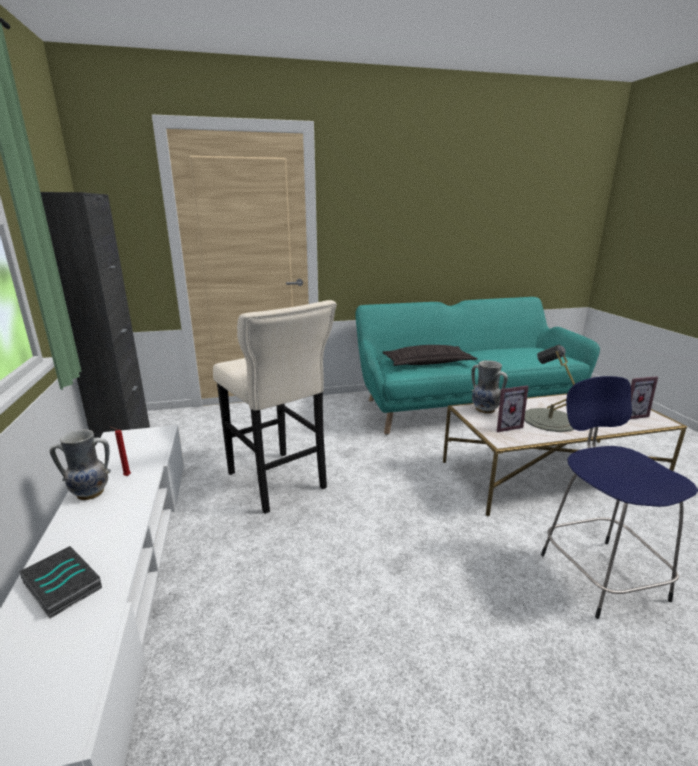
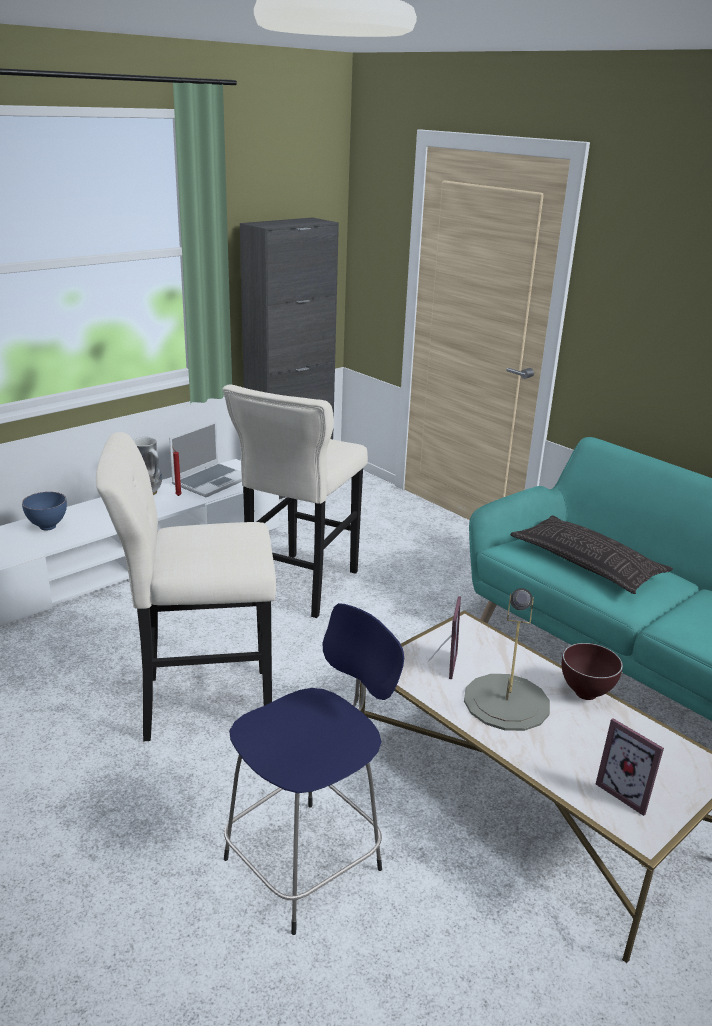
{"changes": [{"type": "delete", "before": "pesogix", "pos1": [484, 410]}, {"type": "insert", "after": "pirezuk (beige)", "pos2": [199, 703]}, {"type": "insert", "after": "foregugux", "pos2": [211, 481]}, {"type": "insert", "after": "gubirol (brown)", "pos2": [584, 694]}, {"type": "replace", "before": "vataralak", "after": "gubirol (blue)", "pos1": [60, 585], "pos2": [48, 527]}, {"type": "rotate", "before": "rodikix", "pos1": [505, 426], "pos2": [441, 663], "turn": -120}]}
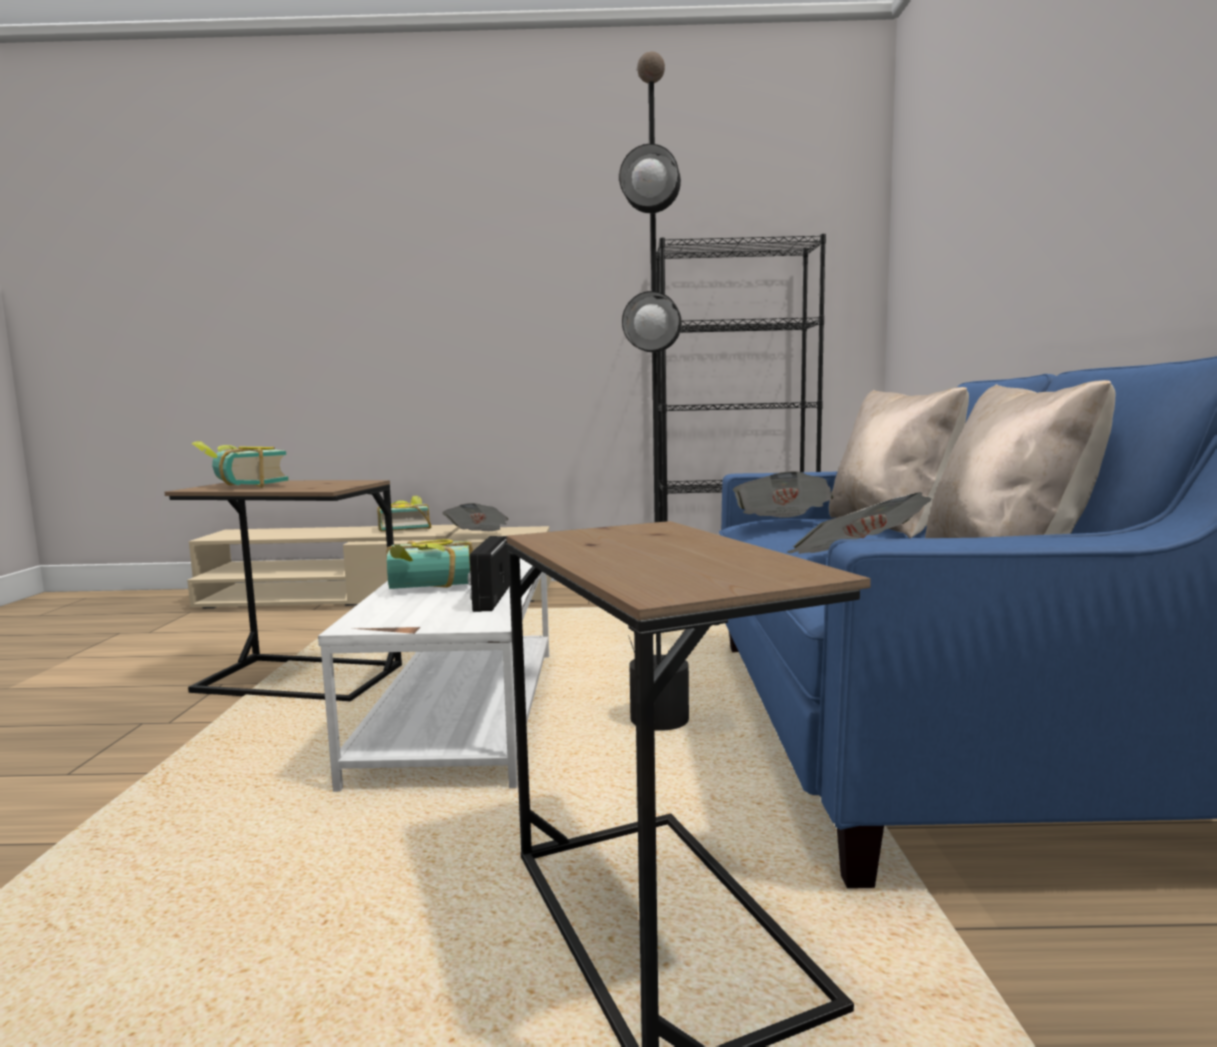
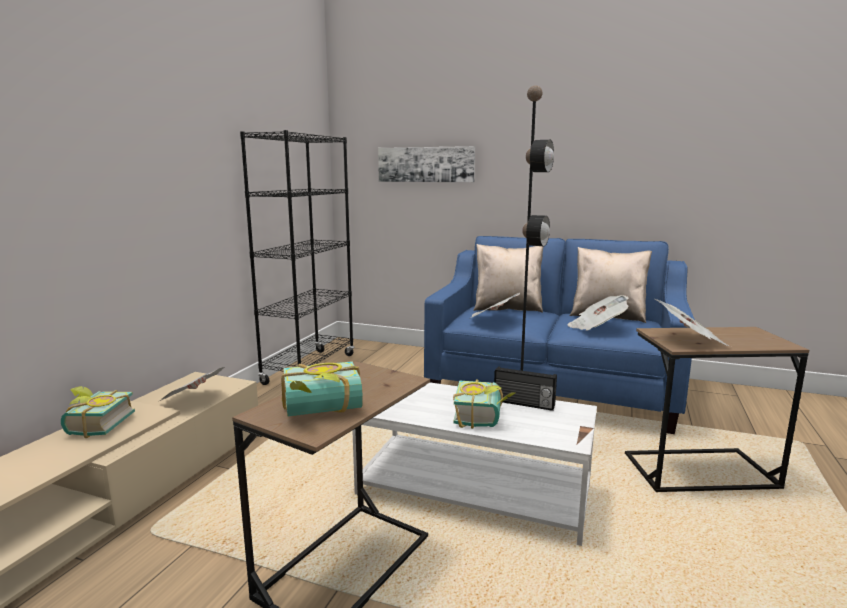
{"changes": [{"type": "insert", "after": "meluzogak", "pos2": [426, 164]}, {"type": "insert", "after": "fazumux", "pos2": [689, 340]}]}
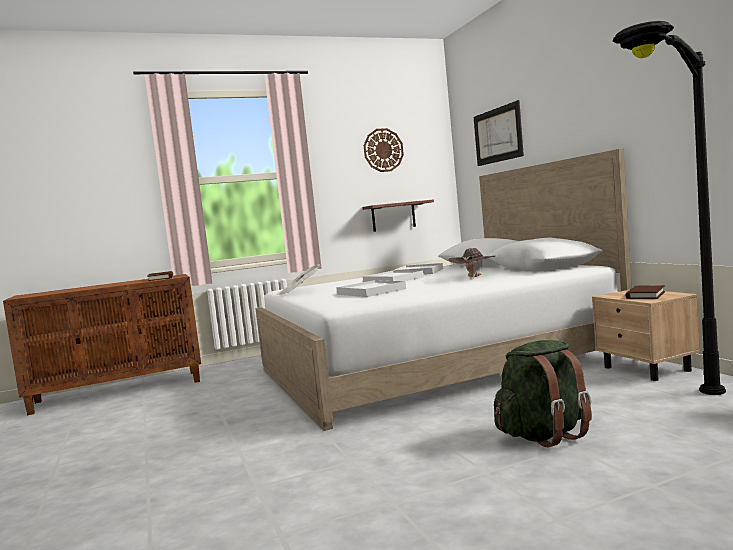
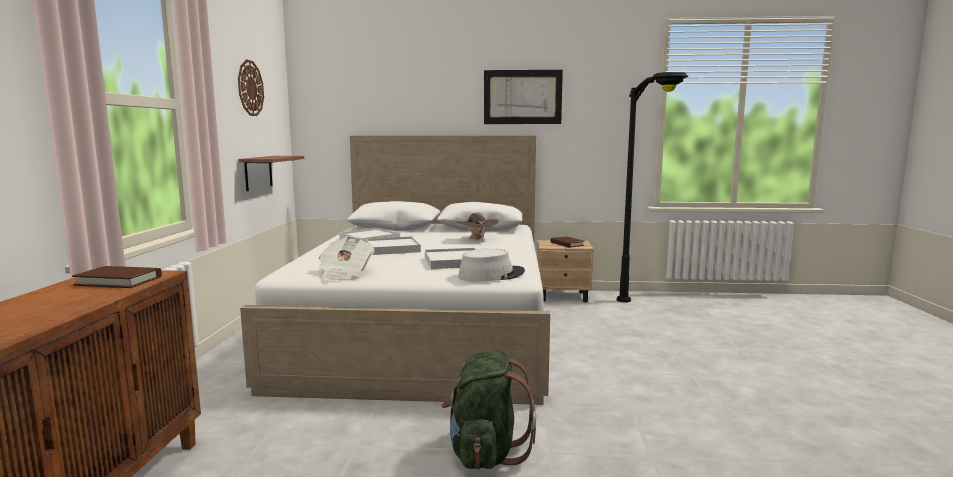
{"changes": [{"type": "insert", "after": "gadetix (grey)", "pos2": [491, 275]}, {"type": "move", "before": "meluzogak", "pos1": [497, 135], "pos2": [522, 97]}, {"type": "move", "before": "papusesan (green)", "pos1": [545, 435], "pos2": [485, 453]}]}
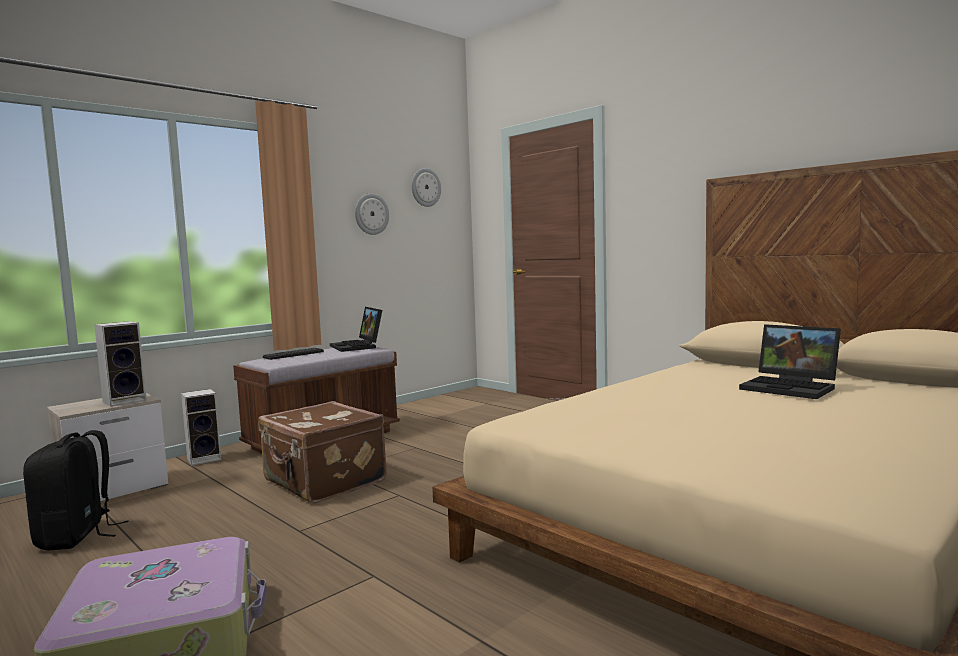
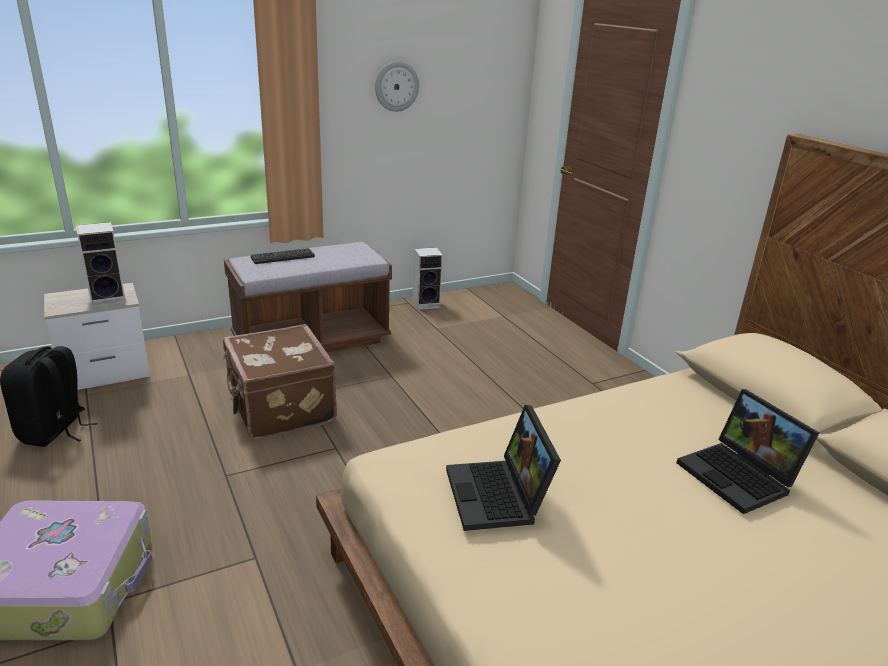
{"changes": [{"type": "delete", "before": "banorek", "pos1": [425, 187]}, {"type": "move", "before": "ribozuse", "pos1": [205, 459], "pos2": [427, 304]}, {"type": "move", "before": "foregugux", "pos1": [358, 346], "pos2": [499, 496]}]}
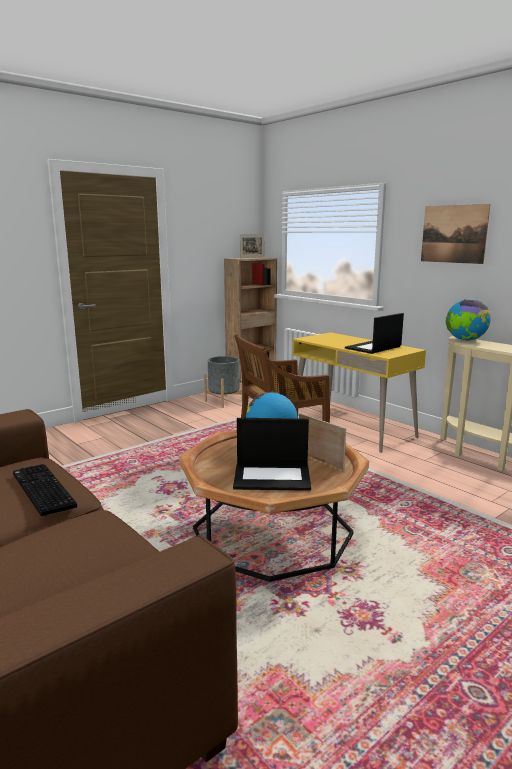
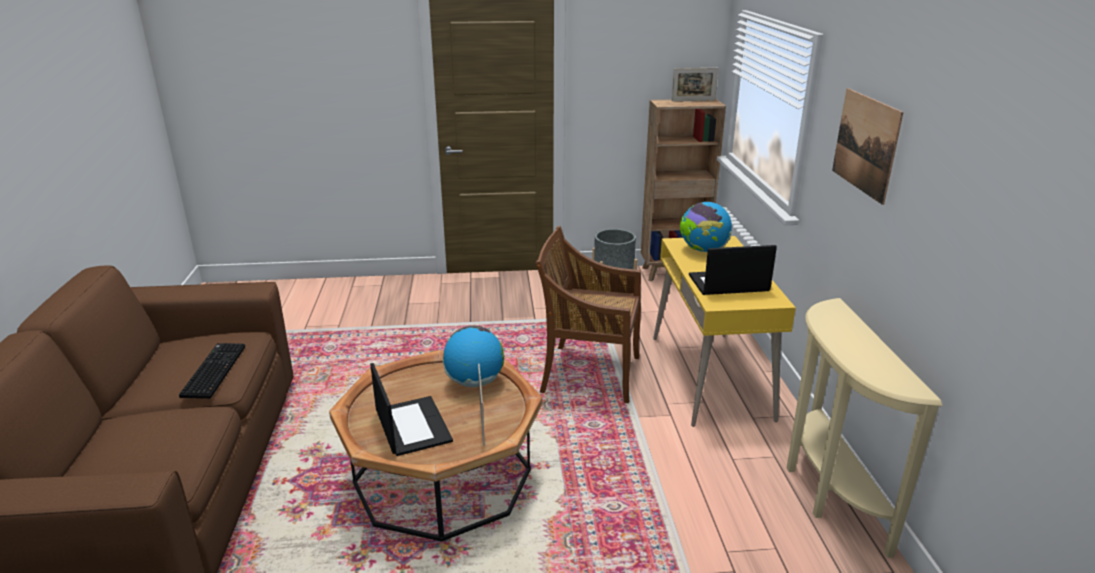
{"changes": [{"type": "move", "before": "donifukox", "pos1": [465, 340], "pos2": [703, 250]}, {"type": "rotate", "before": "foregugux", "pos1": [273, 477], "pos2": [411, 425], "turn": -150}]}
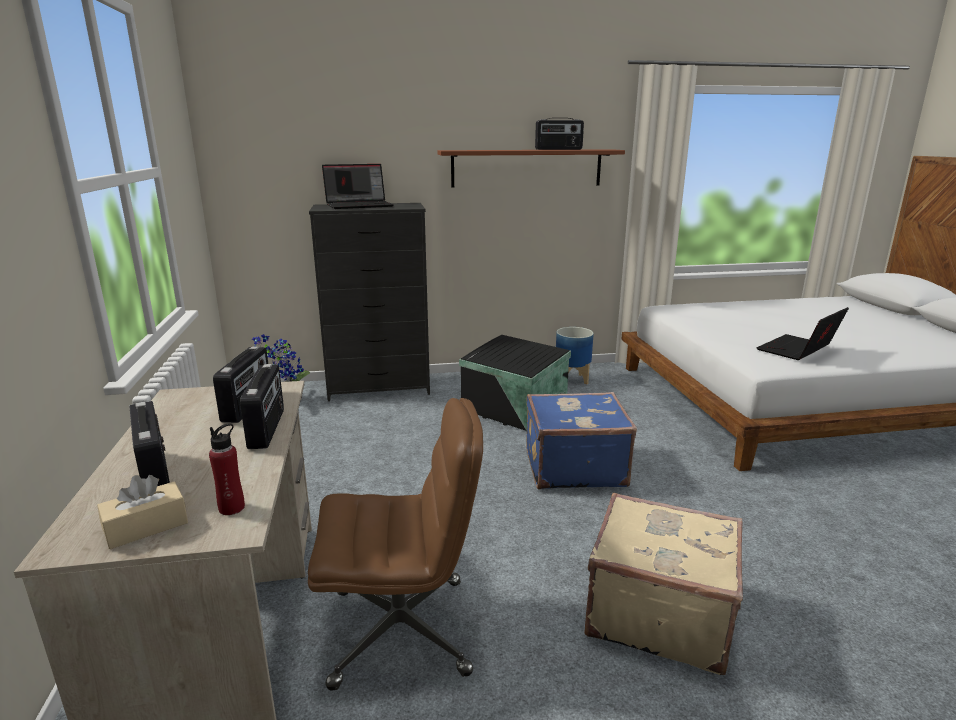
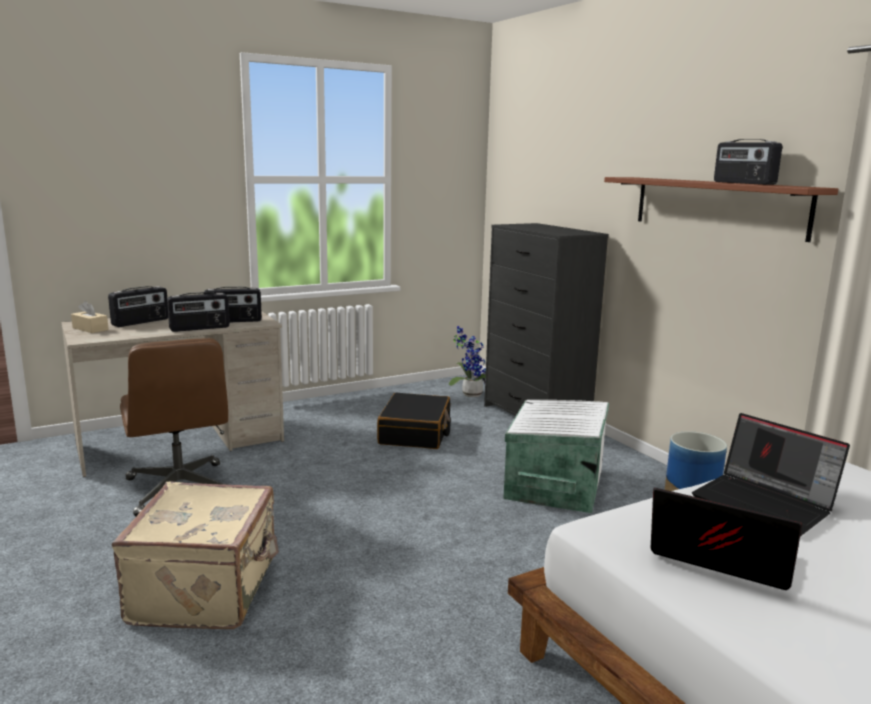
{"changes": [{"type": "delete", "before": "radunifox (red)", "pos1": [232, 508]}, {"type": "delete", "before": "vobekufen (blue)", "pos1": [573, 467]}, {"type": "insert", "after": "vobekufen (black)", "pos2": [415, 433]}, {"type": "move", "before": "foregugux", "pos1": [360, 205], "pos2": [765, 503]}, {"type": "recolor", "before": "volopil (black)", "after": "volopil (white)", "pos1": [514, 410], "pos2": [552, 484]}]}
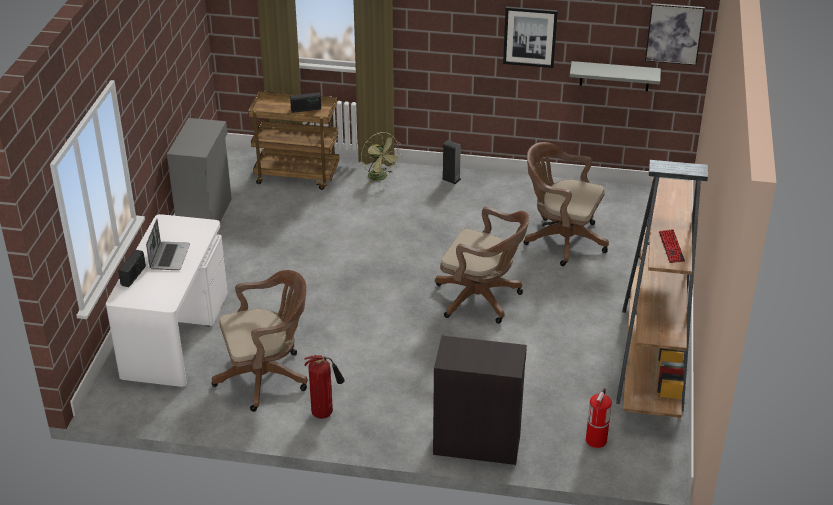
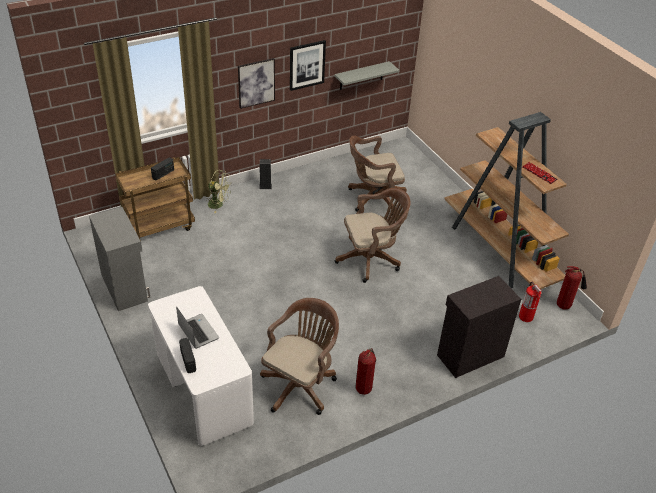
{"changes": [{"type": "insert", "after": "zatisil", "pos2": [565, 305]}, {"type": "move", "before": "meluzogak", "pos1": [674, 33], "pos2": [256, 83]}]}
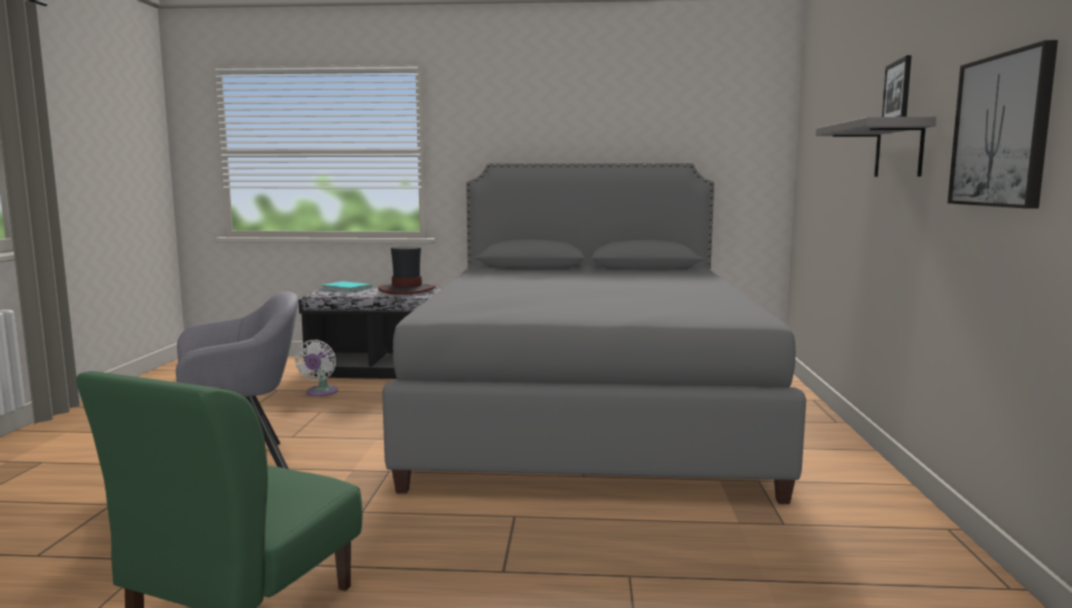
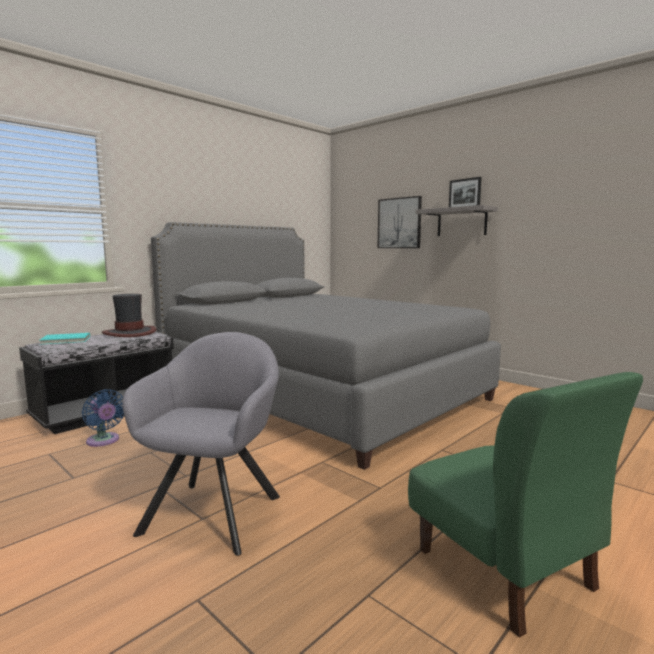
{"changes": [{"type": "move", "before": "meluzogak", "pos1": [1002, 131], "pos2": [399, 223]}, {"type": "recolor", "before": "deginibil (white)", "after": "deginibil (blue)", "pos1": [320, 393], "pos2": [104, 441]}]}
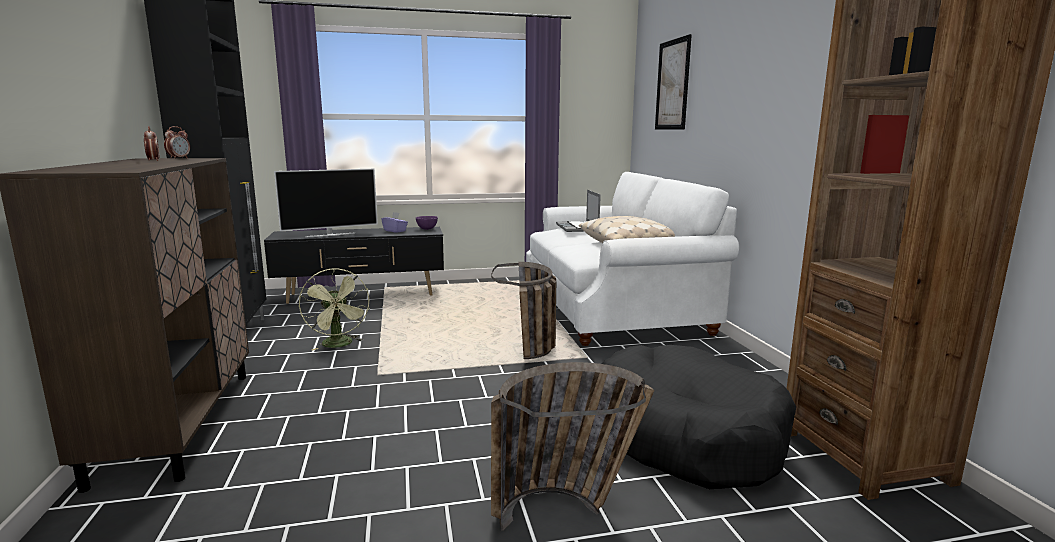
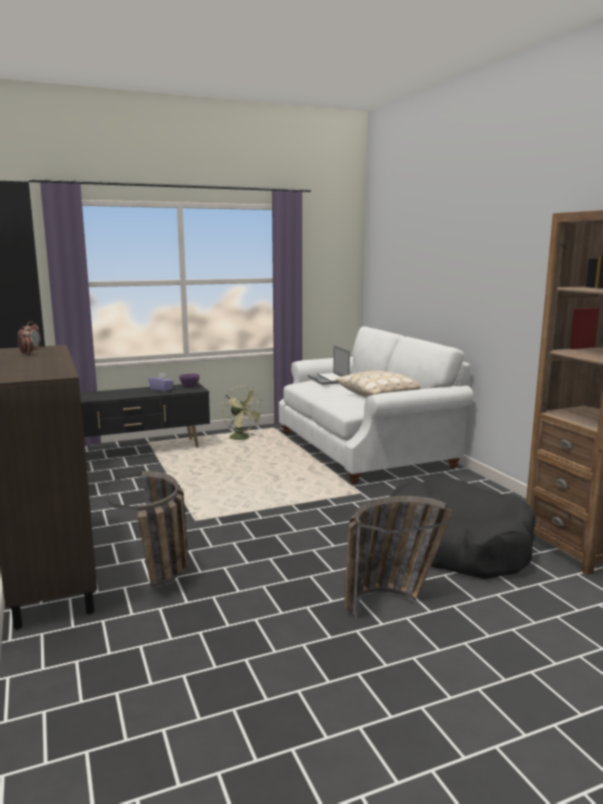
{"changes": [{"type": "delete", "before": "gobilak", "pos1": [330, 235]}, {"type": "delete", "before": "meluzogak", "pos1": [672, 85]}, {"type": "move", "before": "deginibil (green)", "pos1": [339, 345], "pos2": [242, 438]}, {"type": "move", "before": "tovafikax", "pos1": [532, 353], "pos2": [162, 576]}]}
